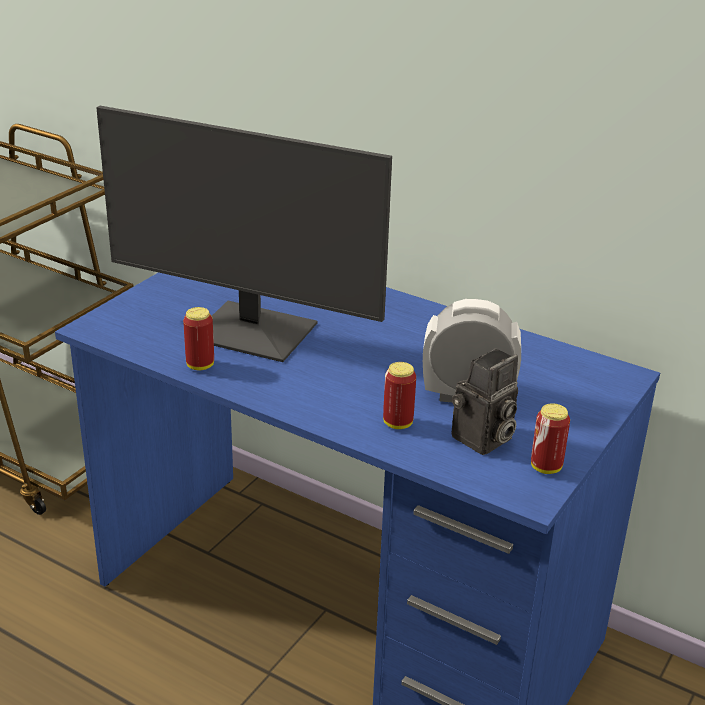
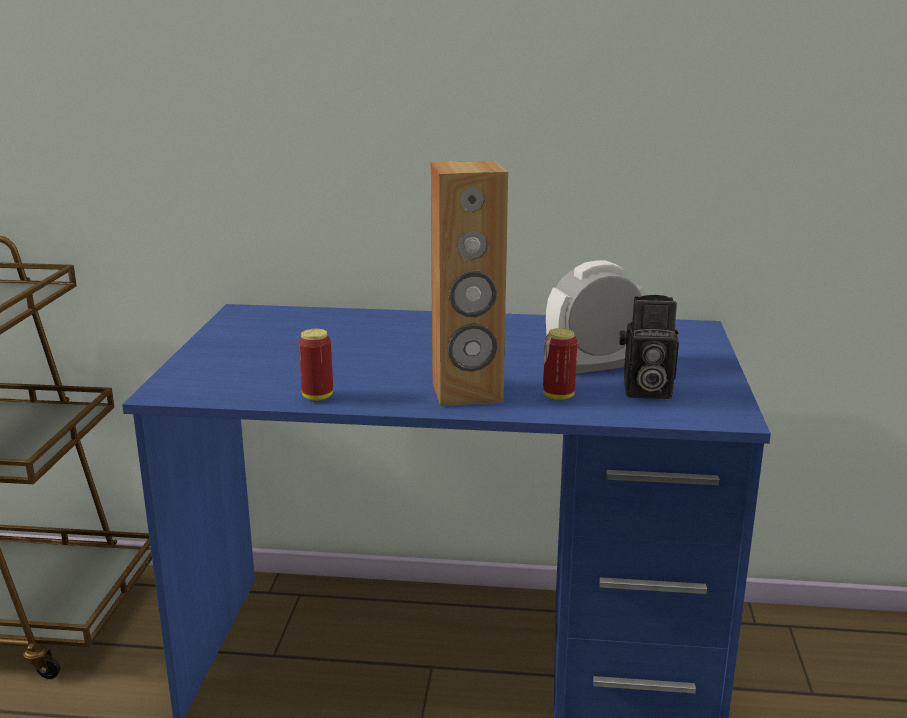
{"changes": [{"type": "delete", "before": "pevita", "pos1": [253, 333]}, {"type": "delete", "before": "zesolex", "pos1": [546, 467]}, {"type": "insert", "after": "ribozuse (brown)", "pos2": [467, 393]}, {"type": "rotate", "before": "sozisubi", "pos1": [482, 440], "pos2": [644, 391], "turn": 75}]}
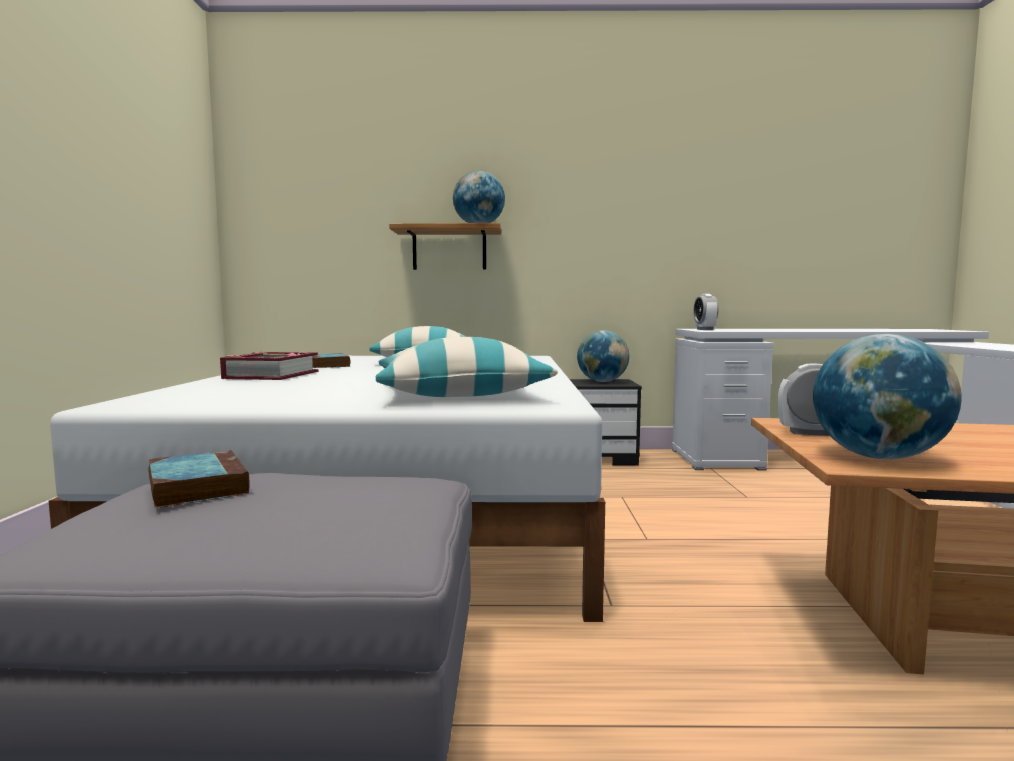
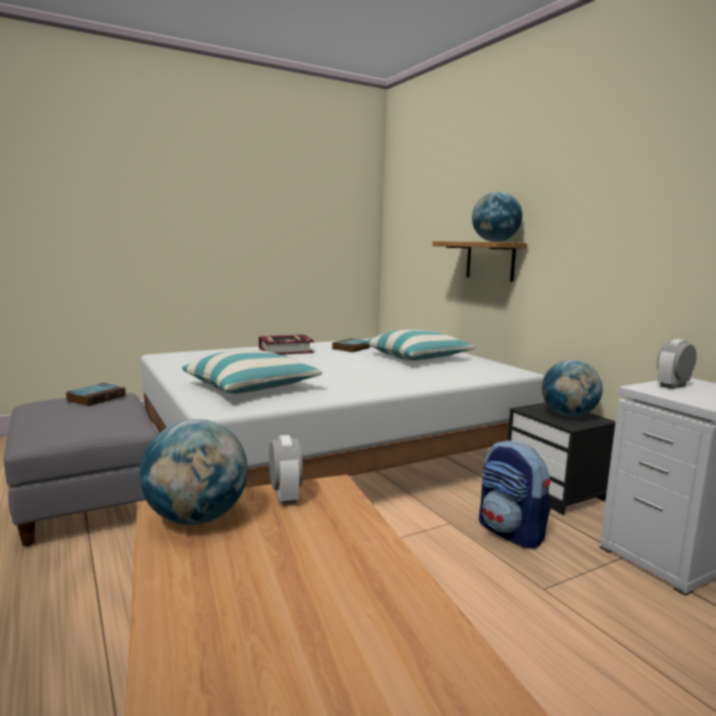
{"changes": [{"type": "insert", "after": "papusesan", "pos2": [511, 533]}]}
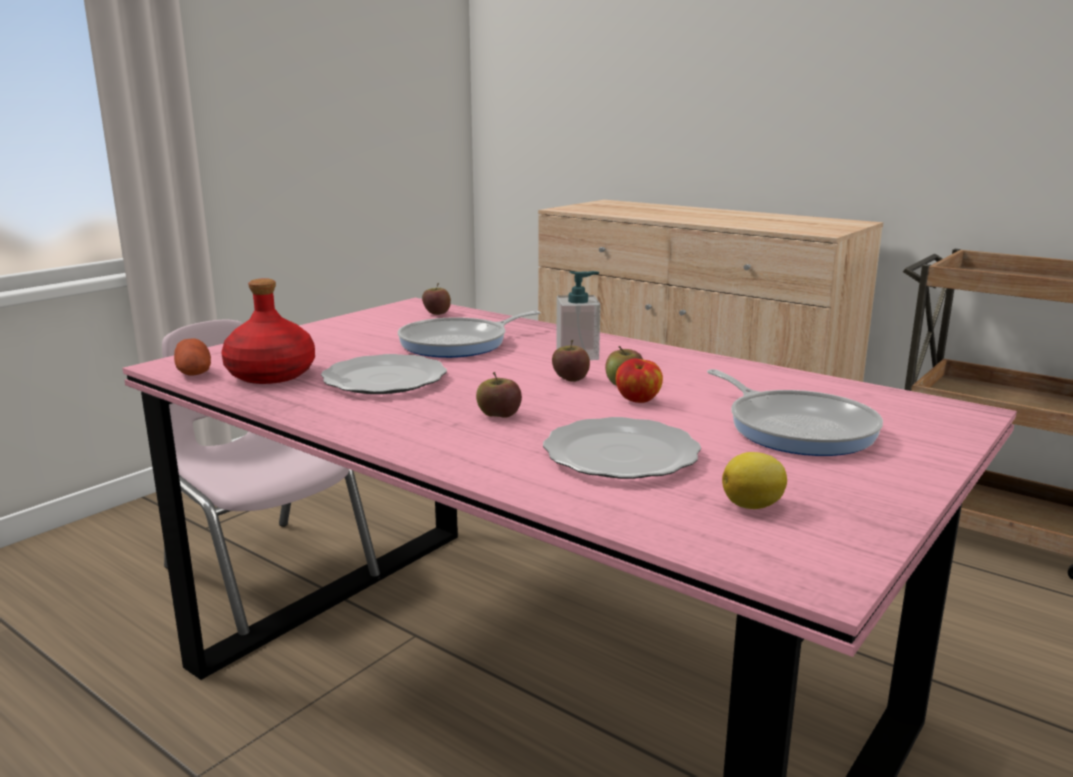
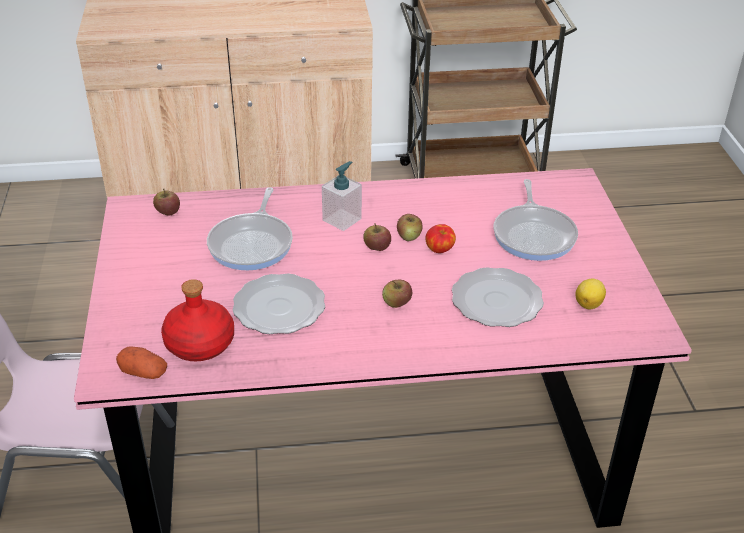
{"changes": [{"type": "rotate", "before": "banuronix", "pos1": [796, 428], "pos2": [534, 234], "turn": 75}]}
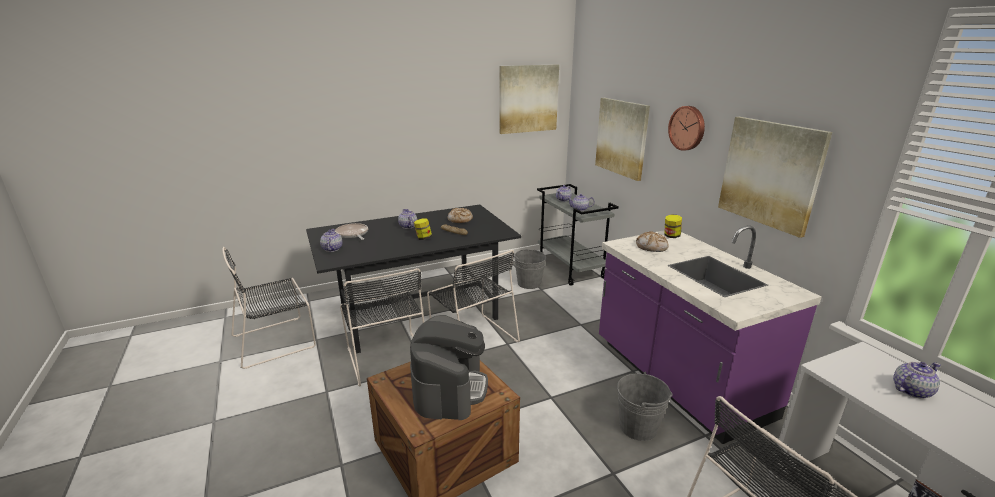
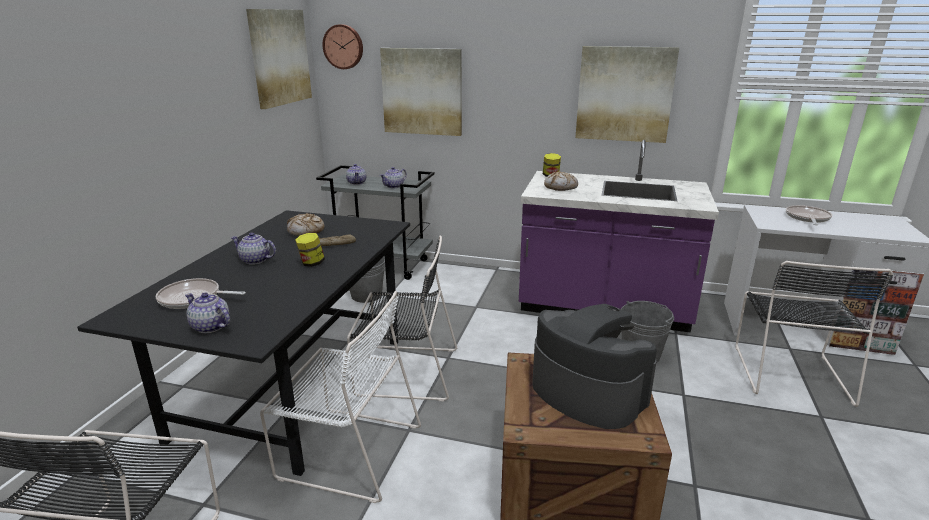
{"changes": [{"type": "move", "before": "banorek", "pos1": [687, 128], "pos2": [343, 47]}, {"type": "replace", "before": "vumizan", "after": "banuronix", "pos1": [910, 390], "pos2": [807, 218]}, {"type": "recolor", "before": "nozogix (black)", "after": "nozogix (white)", "pos1": [387, 355], "pos2": [346, 450]}]}
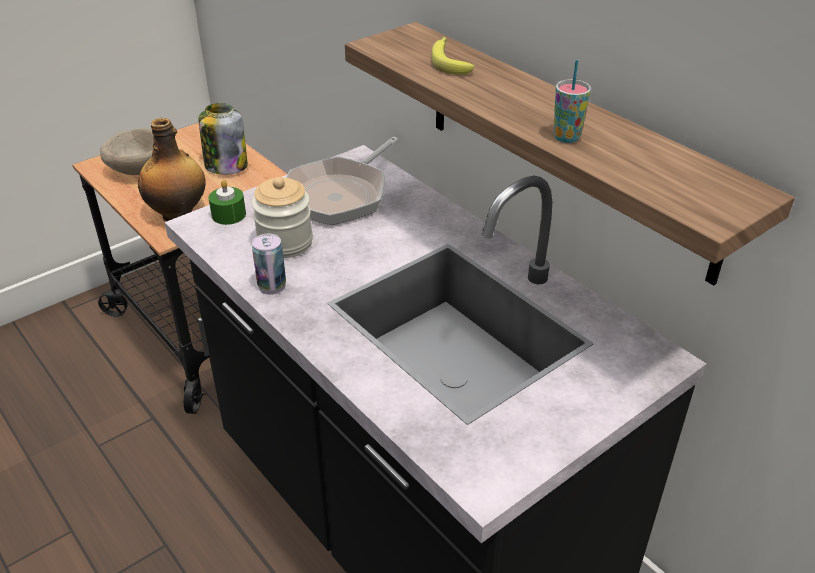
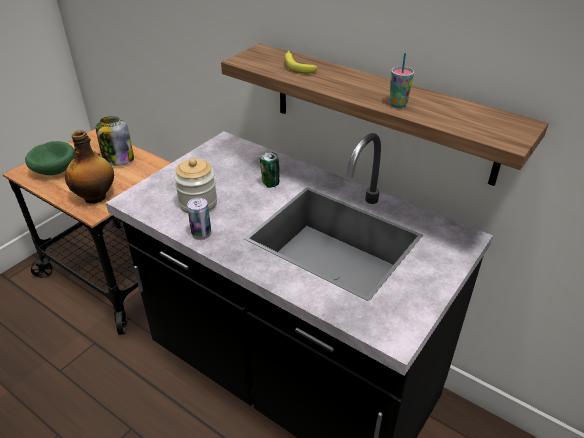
{"changes": [{"type": "delete", "before": "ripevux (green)", "pos1": [228, 215]}, {"type": "delete", "before": "banuronix", "pos1": [341, 194]}, {"type": "insert", "after": "zesolex", "pos2": [270, 183]}, {"type": "recolor", "before": "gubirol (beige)", "after": "gubirol (green)", "pos1": [138, 169], "pos2": [54, 170]}]}
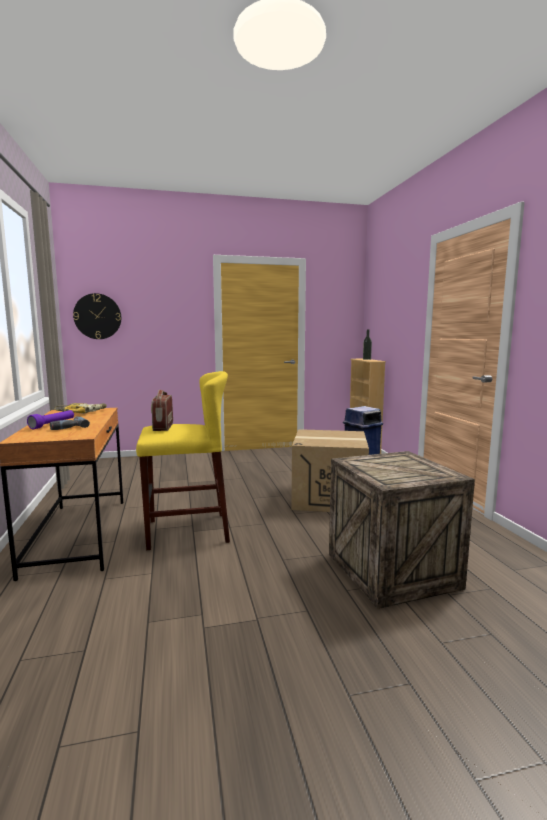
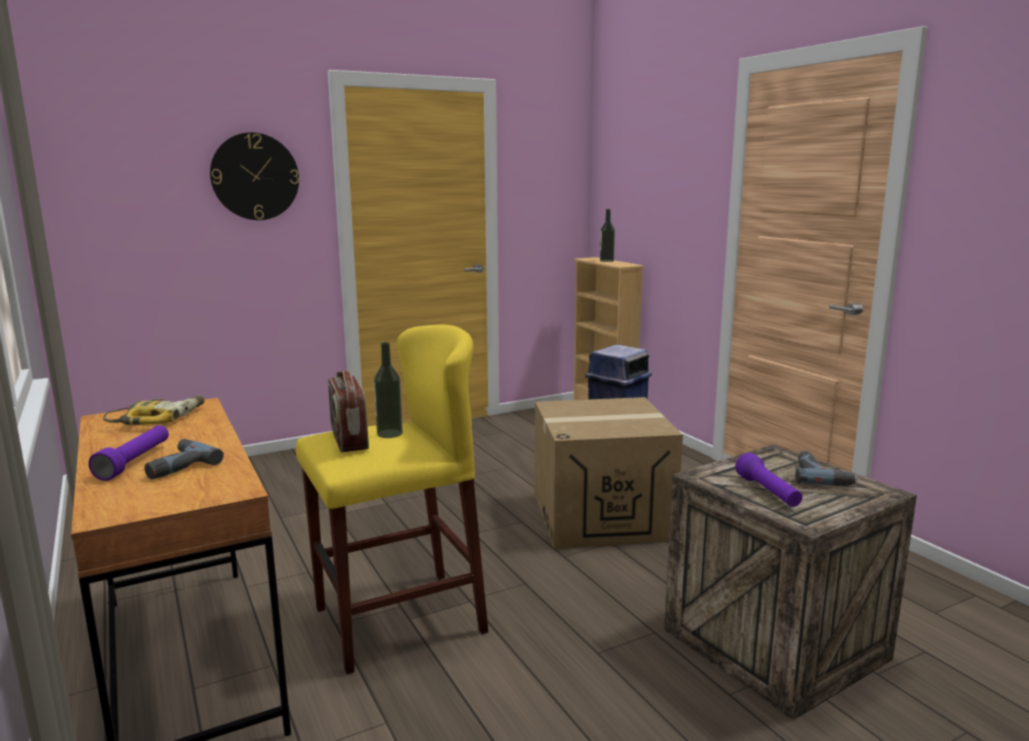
{"changes": [{"type": "insert", "after": "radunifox", "pos2": [389, 433]}, {"type": "insert", "after": "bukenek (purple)", "pos2": [768, 493]}, {"type": "insert", "after": "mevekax", "pos2": [821, 476]}, {"type": "move", "before": "banorek", "pos1": [97, 316], "pos2": [255, 176]}]}
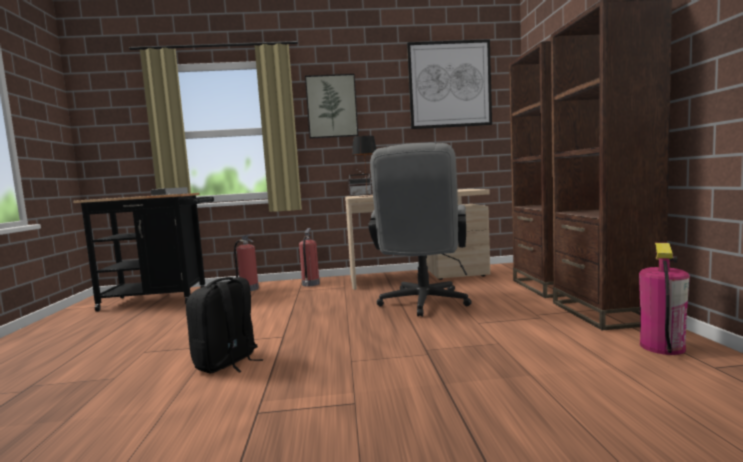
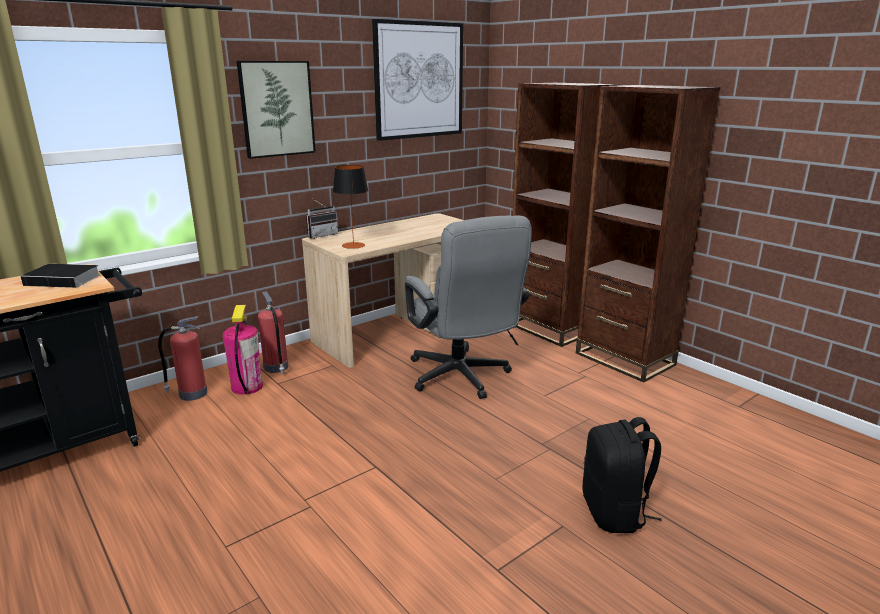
{"changes": [{"type": "move", "before": "papusesan (black)", "pos1": [227, 363], "pos2": [615, 513]}, {"type": "move", "before": "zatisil", "pos1": [662, 347], "pos2": [247, 387]}]}
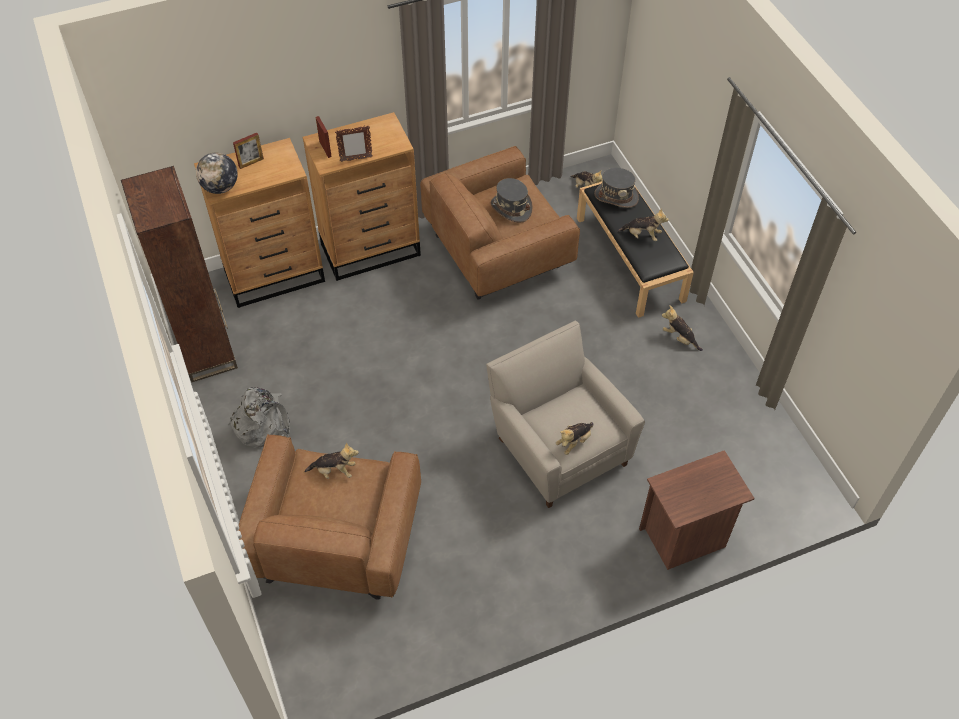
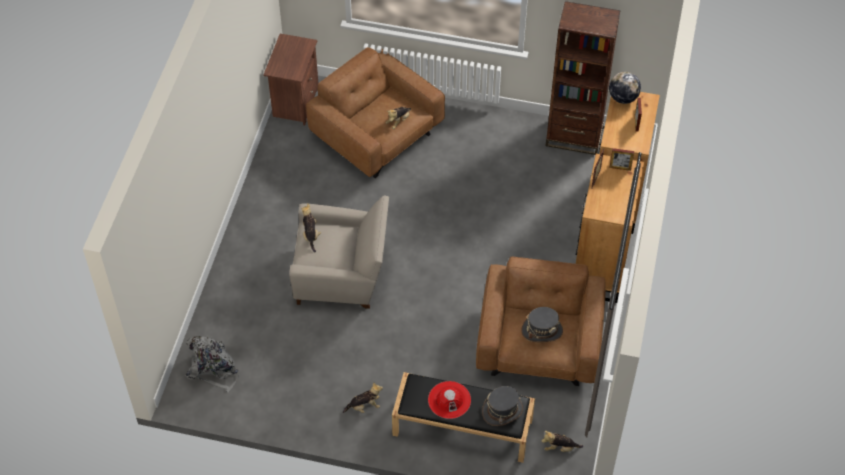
{"changes": [{"type": "move", "before": "papusesan (grey)", "pos1": [262, 423], "pos2": [213, 369]}, {"type": "move", "before": "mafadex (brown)", "pos1": [684, 538], "pos2": [295, 102]}, {"type": "replace", "before": "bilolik", "after": "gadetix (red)", "pos1": [642, 235], "pos2": [449, 400]}]}
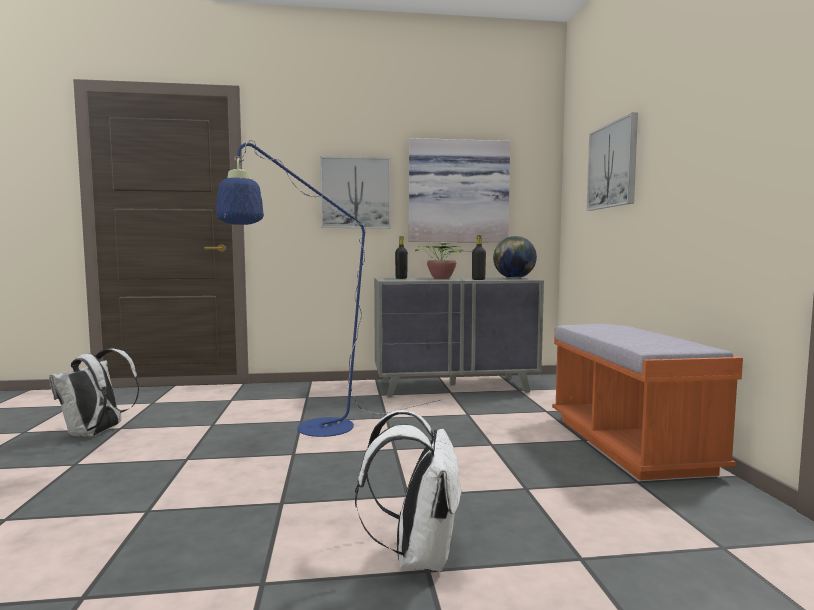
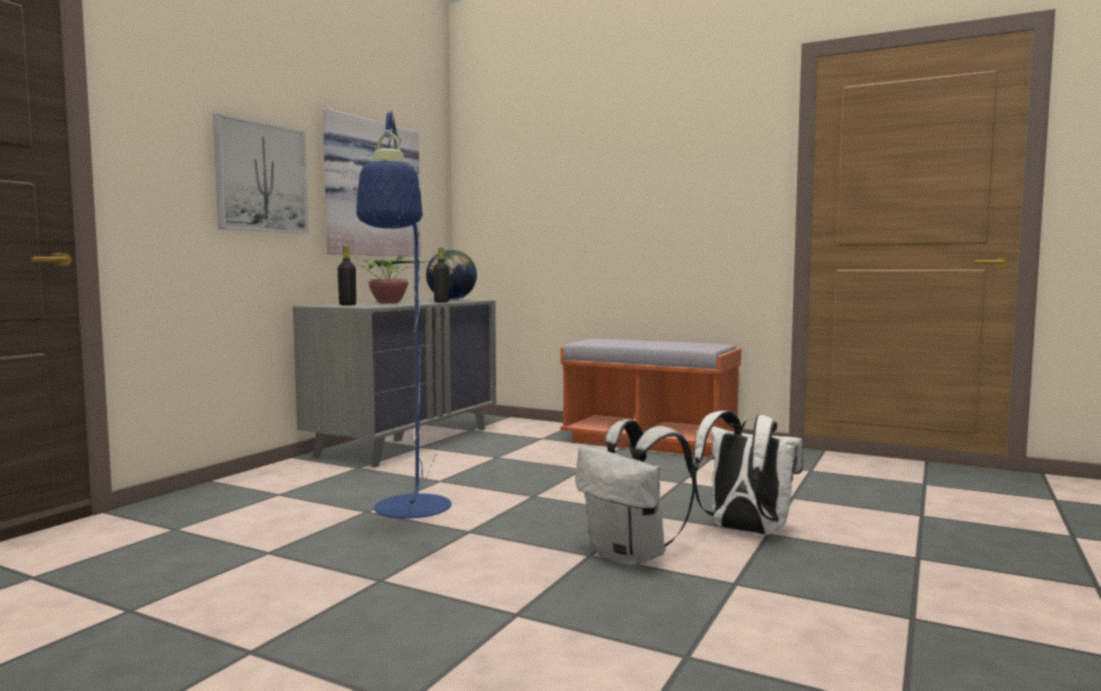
{"changes": [{"type": "delete", "before": "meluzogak", "pos1": [612, 165]}, {"type": "move", "before": "papusesan (white)", "pos1": [96, 433], "pos2": [631, 557]}]}
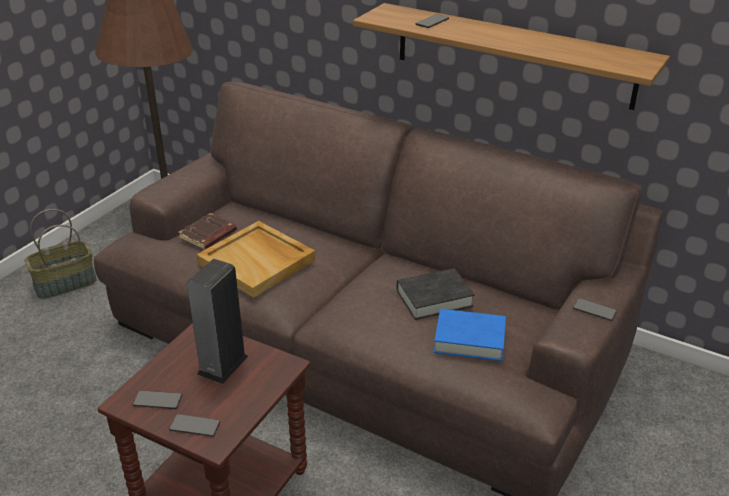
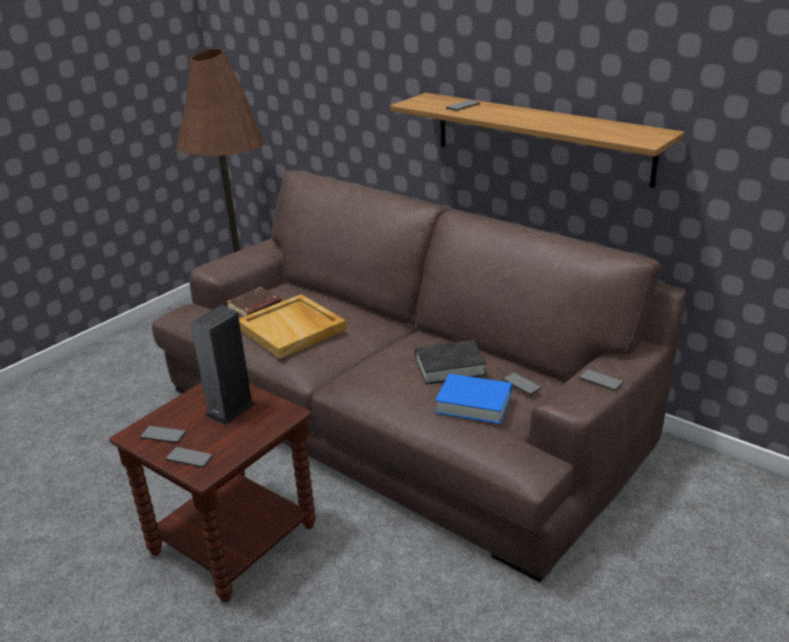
{"changes": [{"type": "delete", "before": "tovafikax", "pos1": [65, 284]}, {"type": "insert", "after": "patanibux", "pos2": [521, 384]}]}
